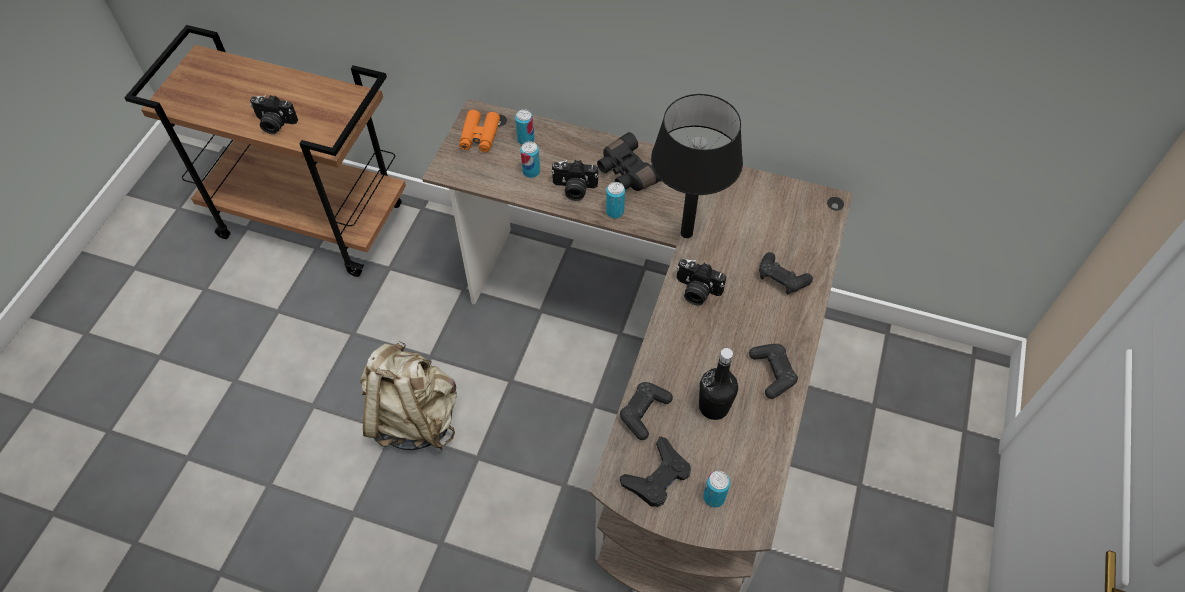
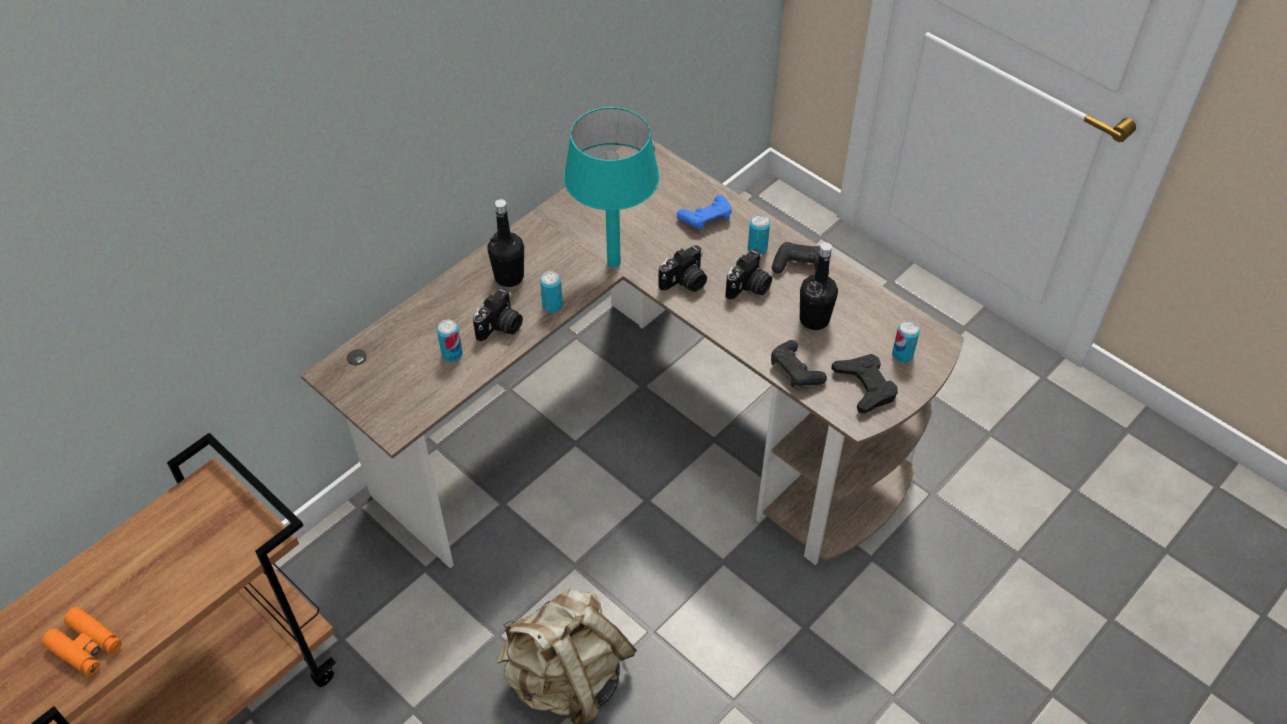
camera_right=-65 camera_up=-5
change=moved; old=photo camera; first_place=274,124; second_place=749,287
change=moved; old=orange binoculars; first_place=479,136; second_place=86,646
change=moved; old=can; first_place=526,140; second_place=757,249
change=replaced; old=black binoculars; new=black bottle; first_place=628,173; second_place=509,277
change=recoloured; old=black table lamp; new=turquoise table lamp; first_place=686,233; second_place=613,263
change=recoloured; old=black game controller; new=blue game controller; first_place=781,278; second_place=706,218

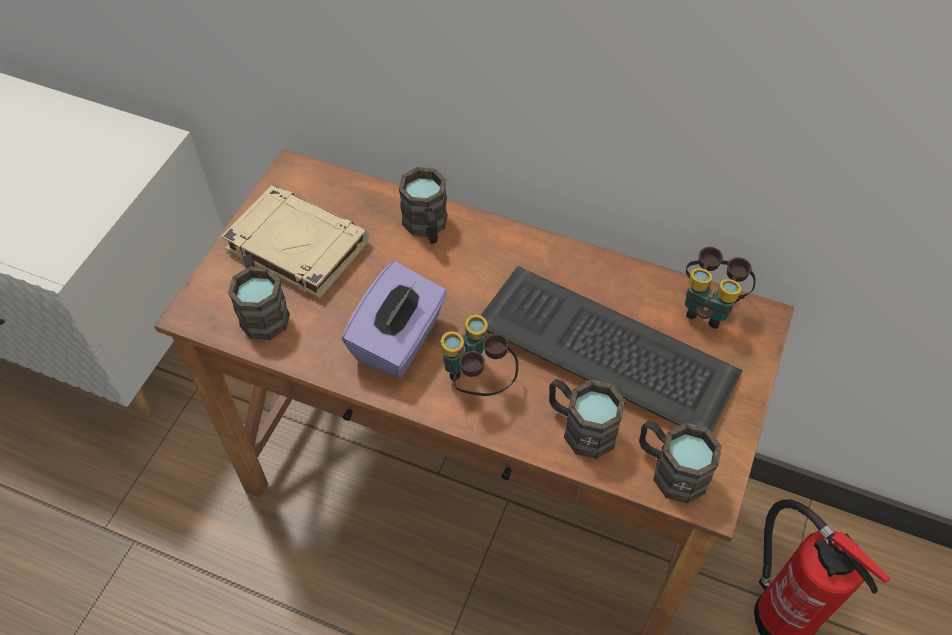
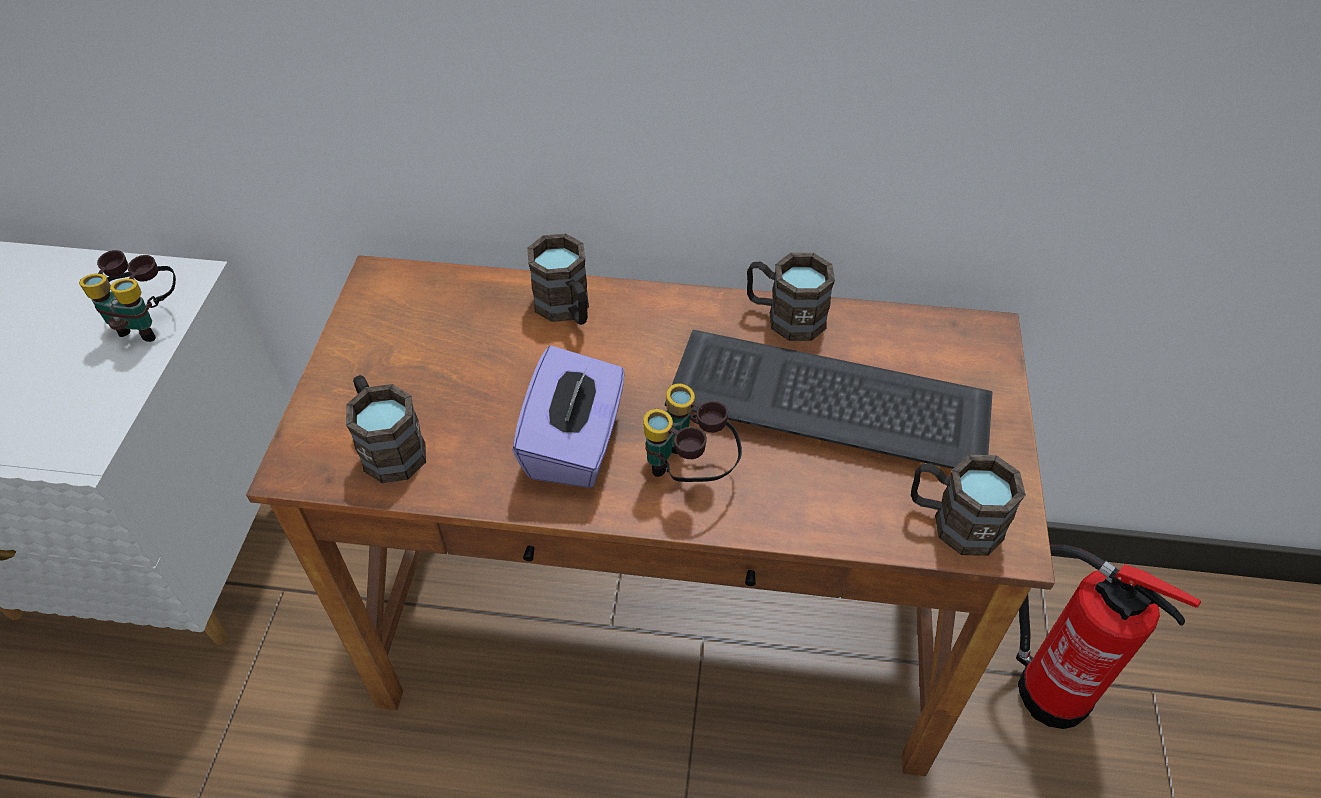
camera_right=-15 camera_up=-5
change=removed; old=beige book; first_place=296,246
change=moved; old=brown mug; first_place=580,427; second_place=784,317
change=moved; old=binoculars; first_place=708,306; second_place=149,321

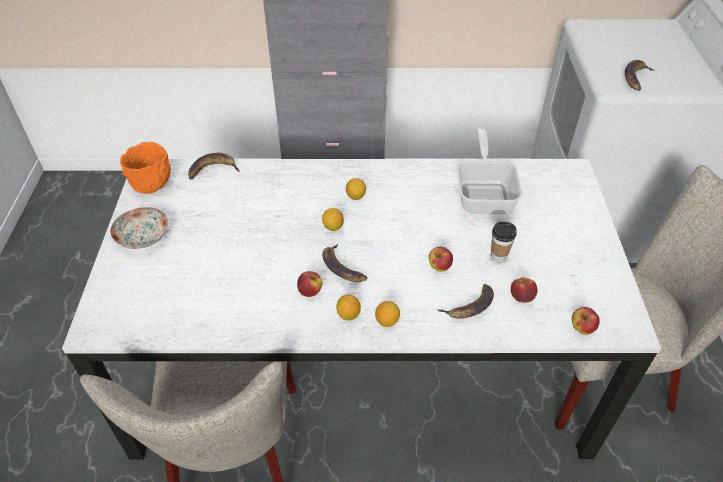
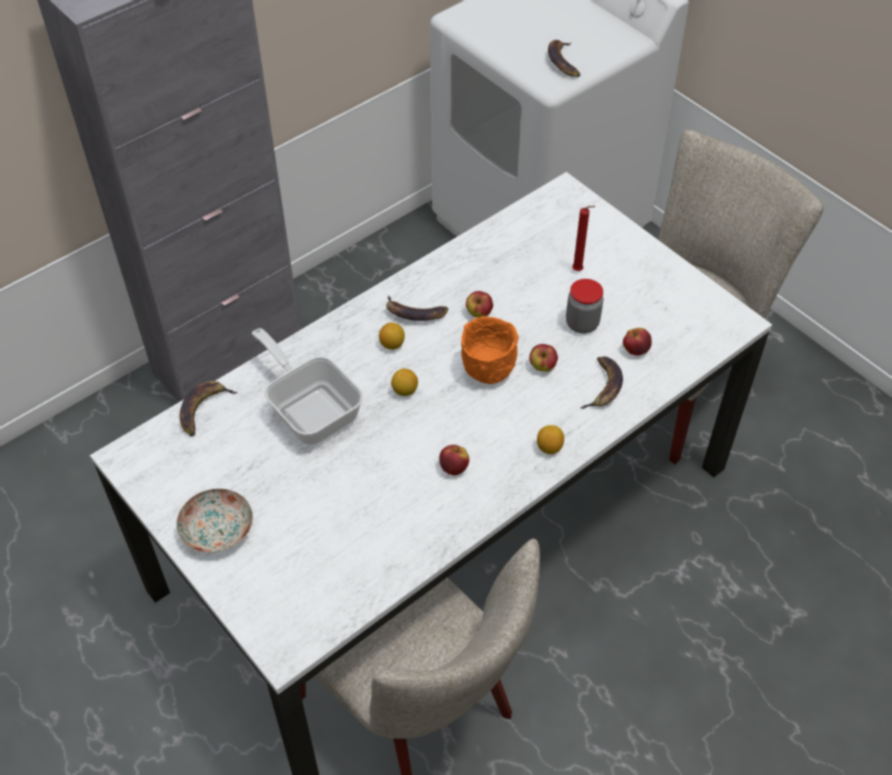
camera_right=-40 camera_up=5
change=moved; old=orange bowl; first_place=153,186; second_place=489,369
change=moved; old=banana; first_place=341,267; second_place=414,313
change=removed; old=lemon; first_place=348,315
change=moved; old=frying pan; first_place=484,194; second_place=310,408
change=replaced; old=cup; new=jar; first_place=498,257; second_place=582,323
change=moved; old=apple; first_place=582,328; second_place=479,313
change=added; new=red candle; second_place=579,271

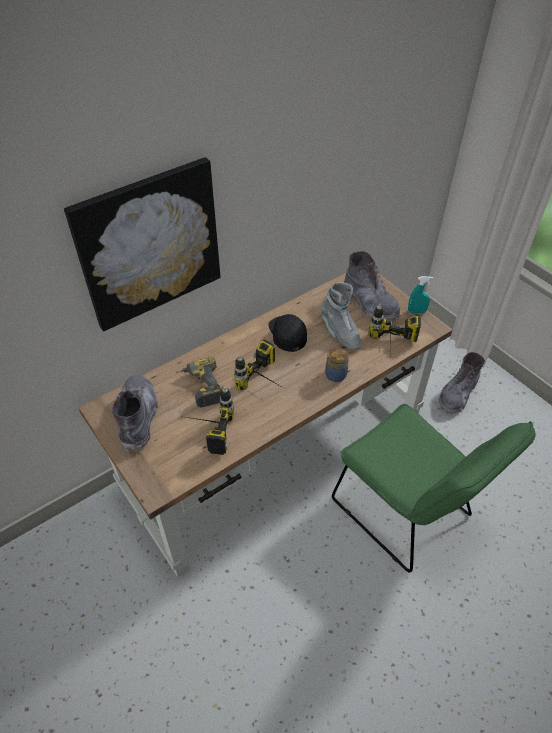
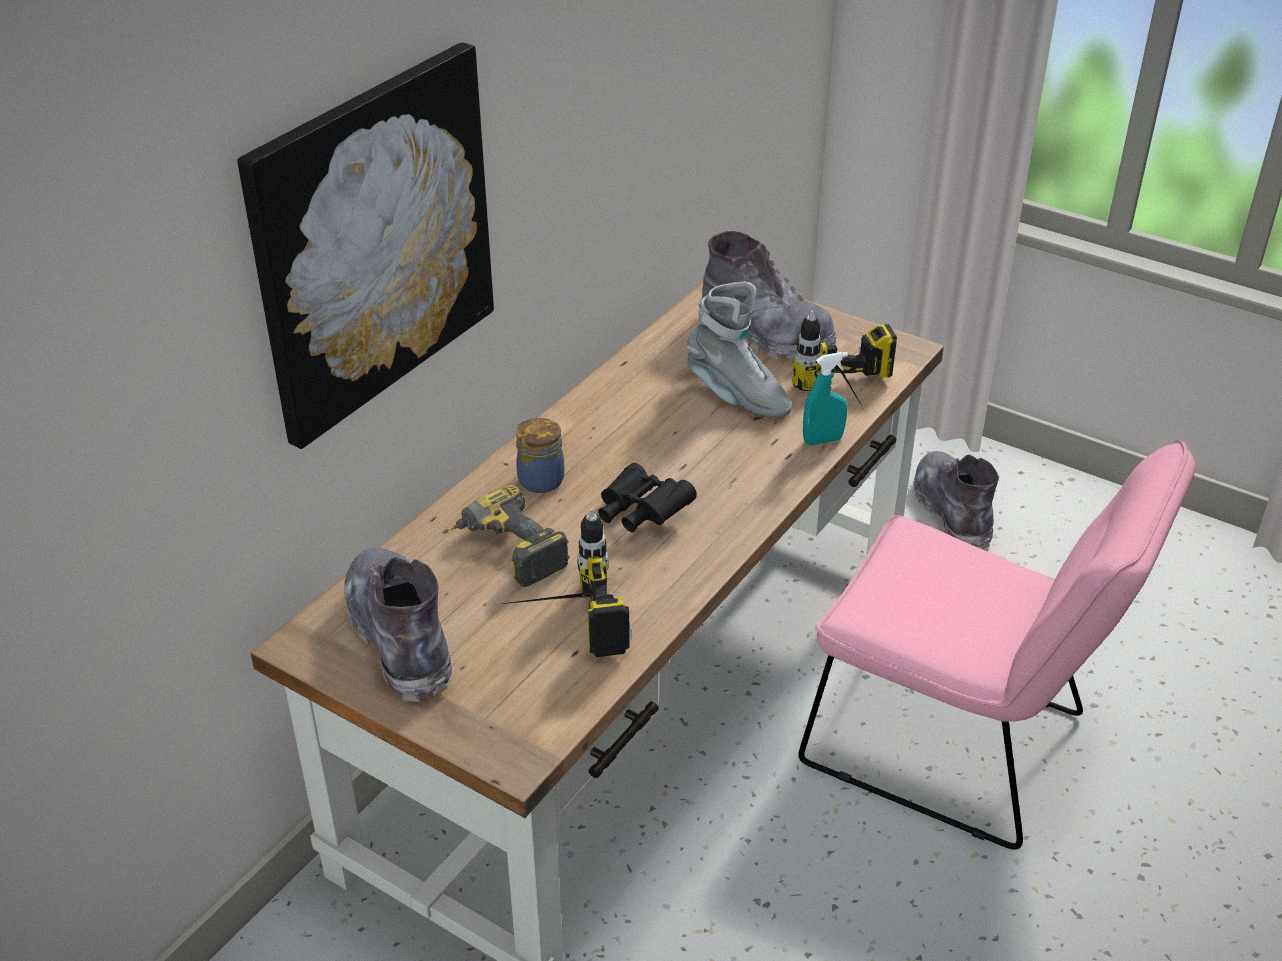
camera_right=-20 camera_up=-10
change=replaced; old=power drill; new=black binoculars; first_place=267,383; second_place=641,513
change=removed; old=black cap; first_place=287,333
change=moved; old=jar; first_place=335,374; second_place=539,479
change=recoloured; old=green chair; new=pink chair; first_place=407,514; second_place=961,747
change=moved; old=turquoise spray bottle; first_place=416,311; second_place=823,440
change=turned; old=grey boot; first_place=457,394; second_place=952,512; degrees=150

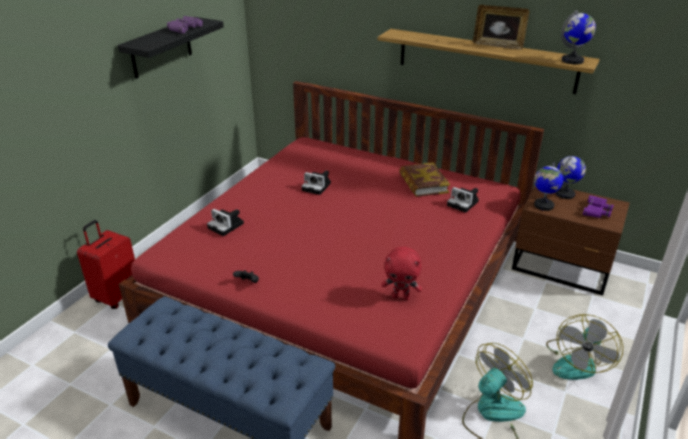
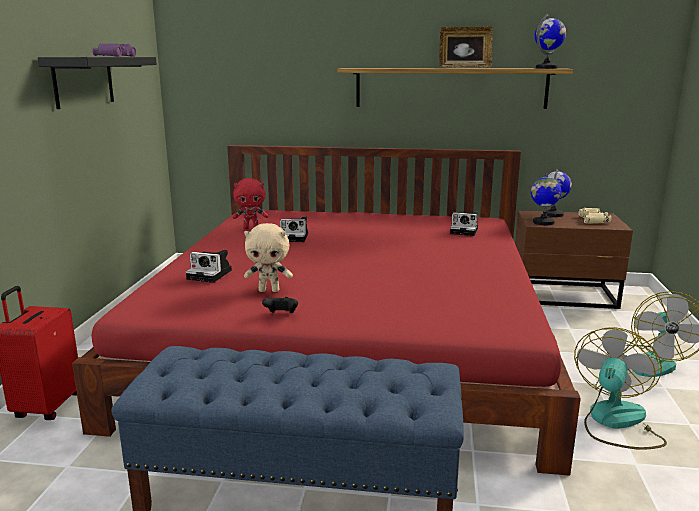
camera_right=-20 camera_up=-15
change=moved; old=red plush toy; first_place=401,297; second_place=251,228
change=removed; old=book; first_place=423,183
change=recoloured; old=purple binoculars; new=beige binoculars; first_place=596,210; second_place=593,220
change=added; new=beige plush toy; second_place=269,290

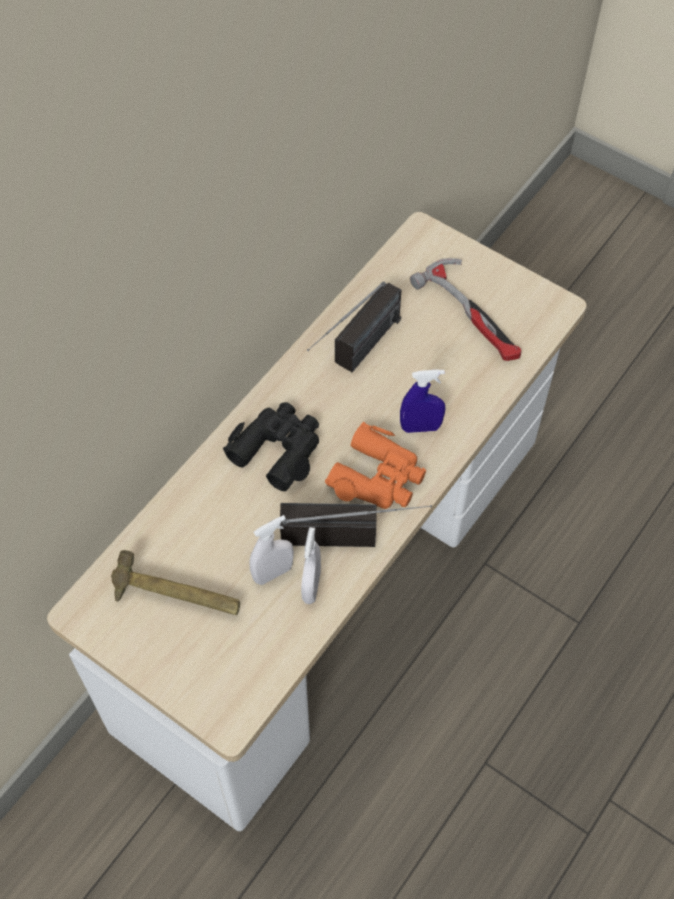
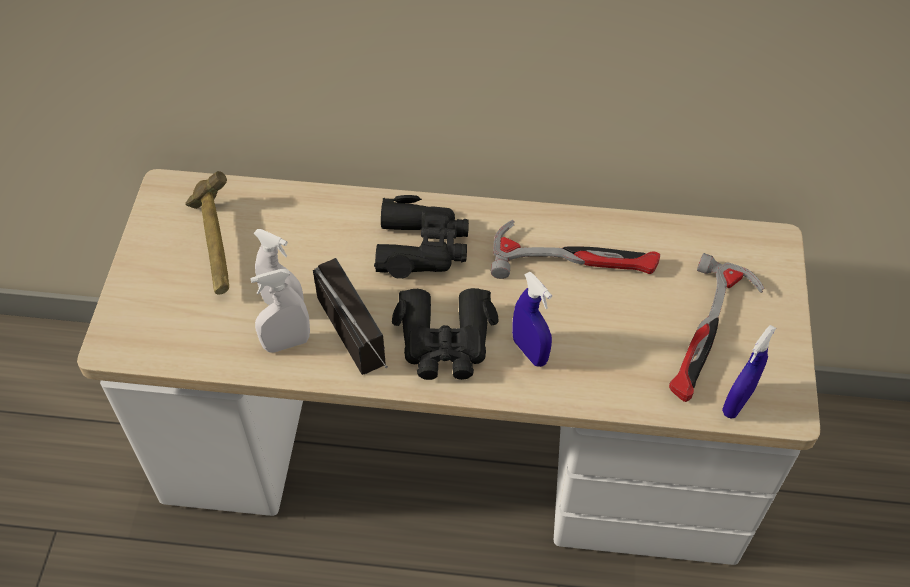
camera_right=60 camera_up=-5
change=replaced; old=radio; new=hammer; first_place=356,356; second_place=575,258
change=recoloured; old=orange binoculars; new=black binoculars; first_place=378,477; second_place=445,341
change=added; new=blue spray bottle; second_place=737,402

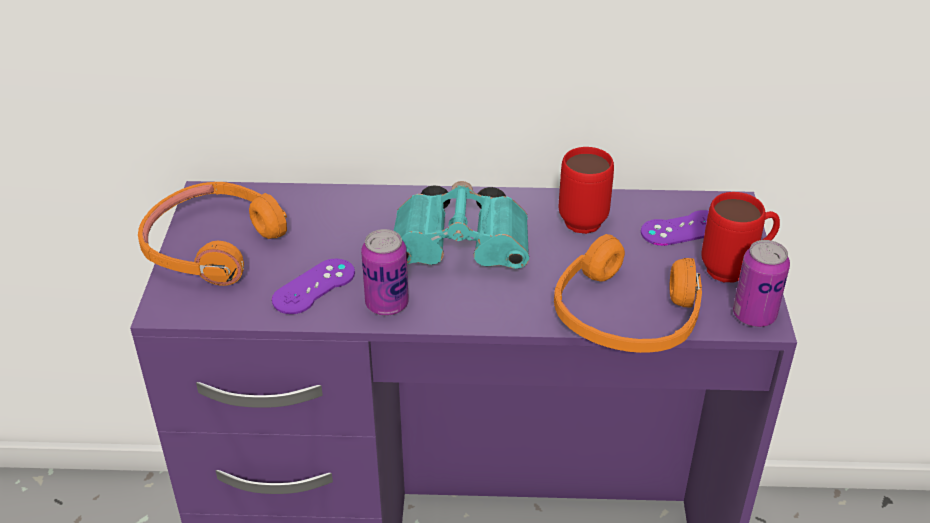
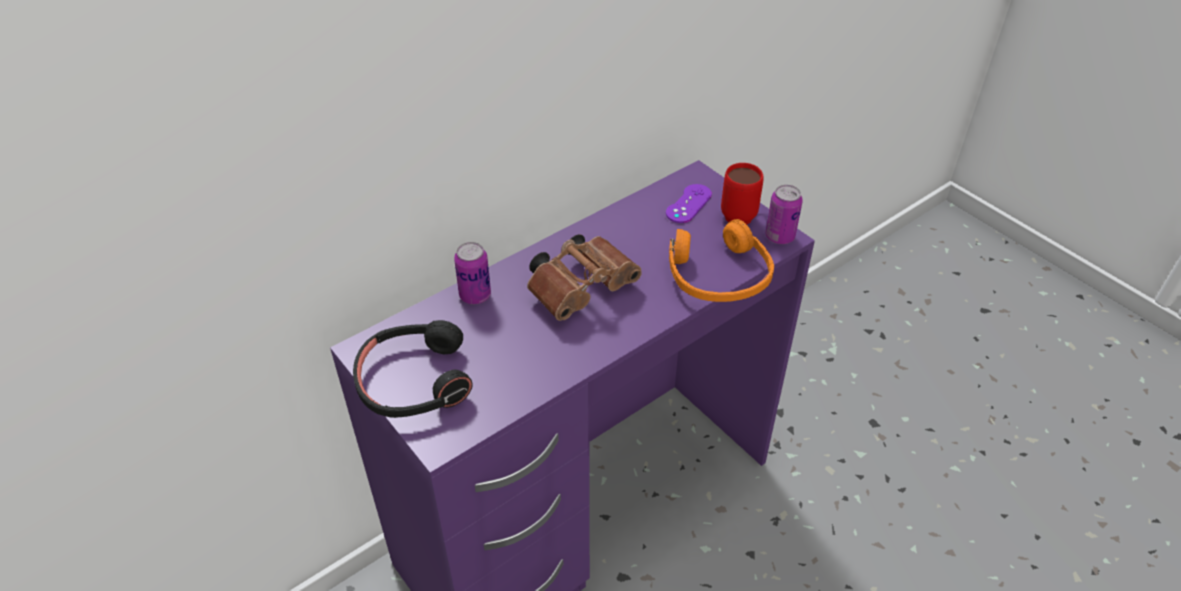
camera_right=-40 camera_up=5
change=recoloured; old=orange headphones; new=black headphones; first_place=213,245; second_place=414,381
change=removed; old=purple game controller; first_place=314,287
change=moved; old=can; first_place=387,304; second_place=475,295
change=recoloured; old=turquoise binoculars; new=brown binoculars; first_place=464,250; second_place=583,288
change=removed; old=red mug; first_place=579,217

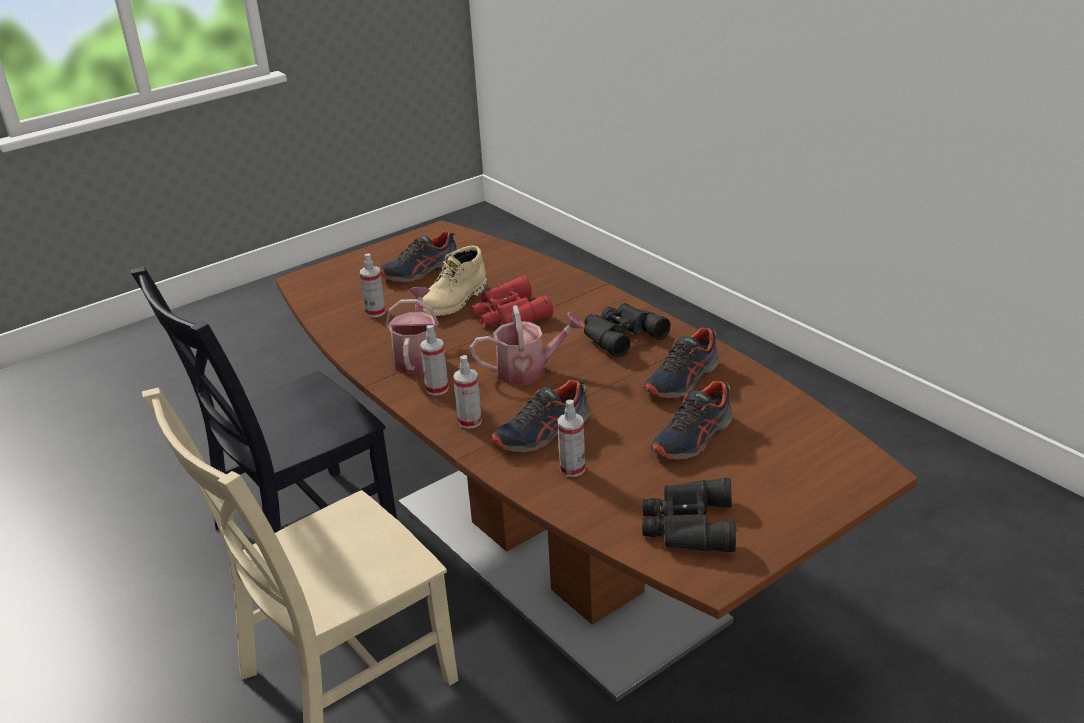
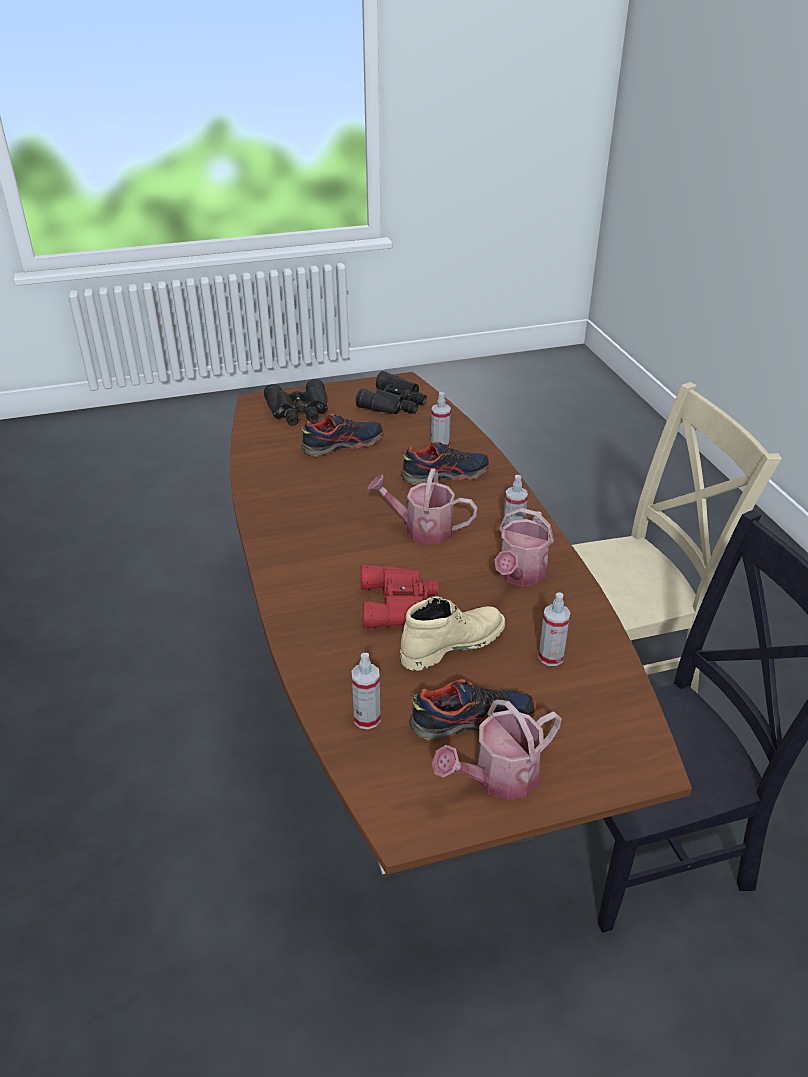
camera_right=-160 camera_up=5
change=moved; old=spray bottle; first_place=470,421; second_place=367,718
change=moved; old=black binoculars; first_place=619,335; second_place=299,411
change=removed; old=shoe; first_place=682,380
change=added; new=watering can; second_place=498,778

